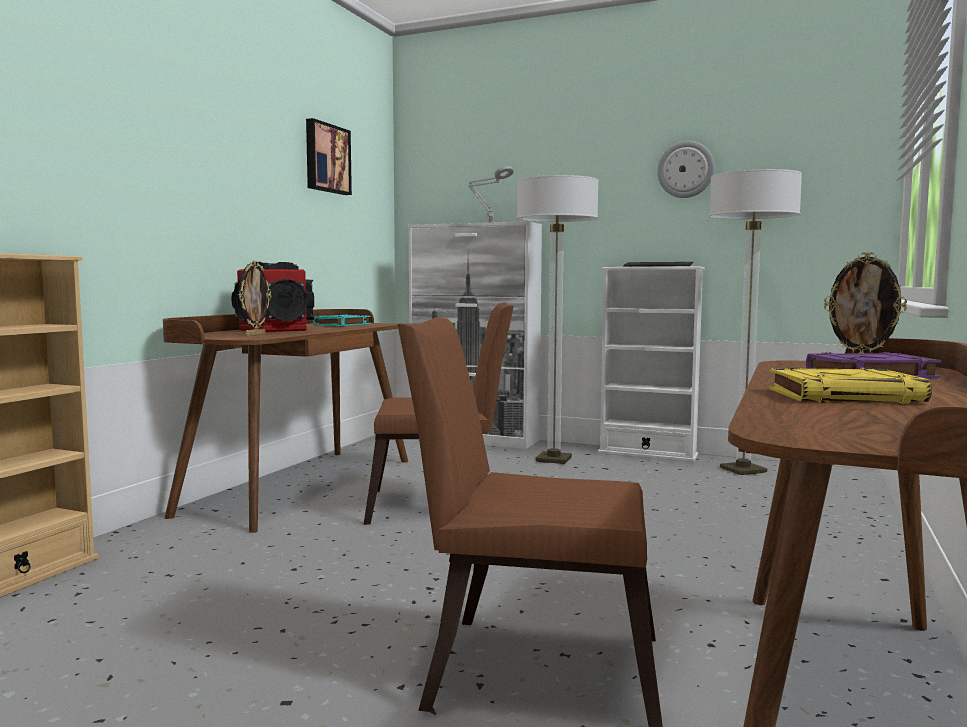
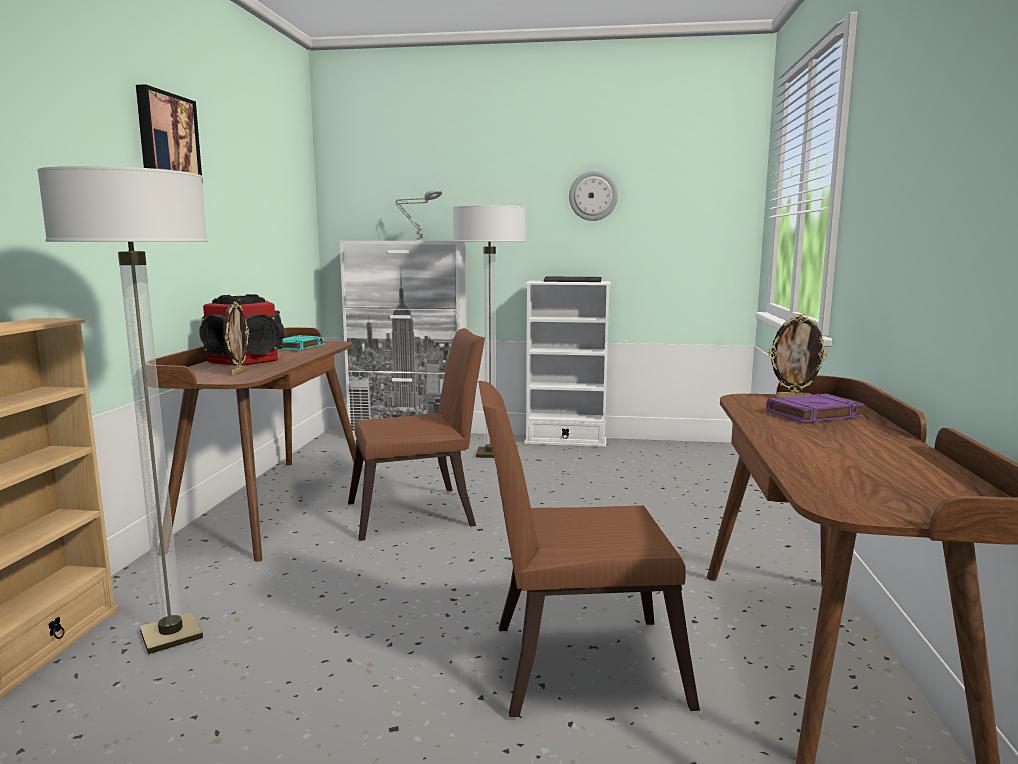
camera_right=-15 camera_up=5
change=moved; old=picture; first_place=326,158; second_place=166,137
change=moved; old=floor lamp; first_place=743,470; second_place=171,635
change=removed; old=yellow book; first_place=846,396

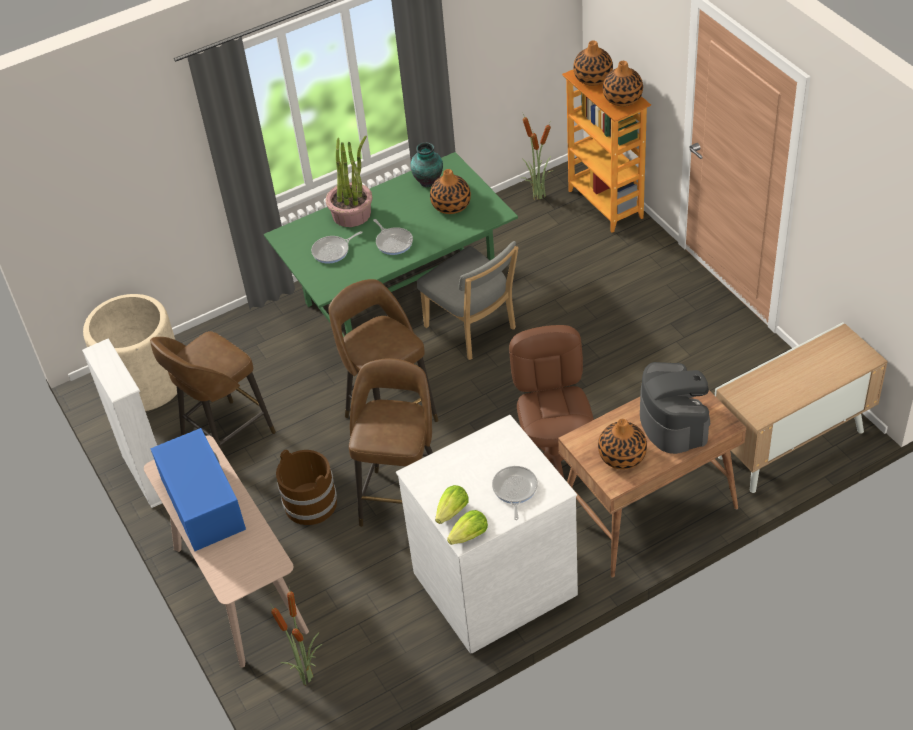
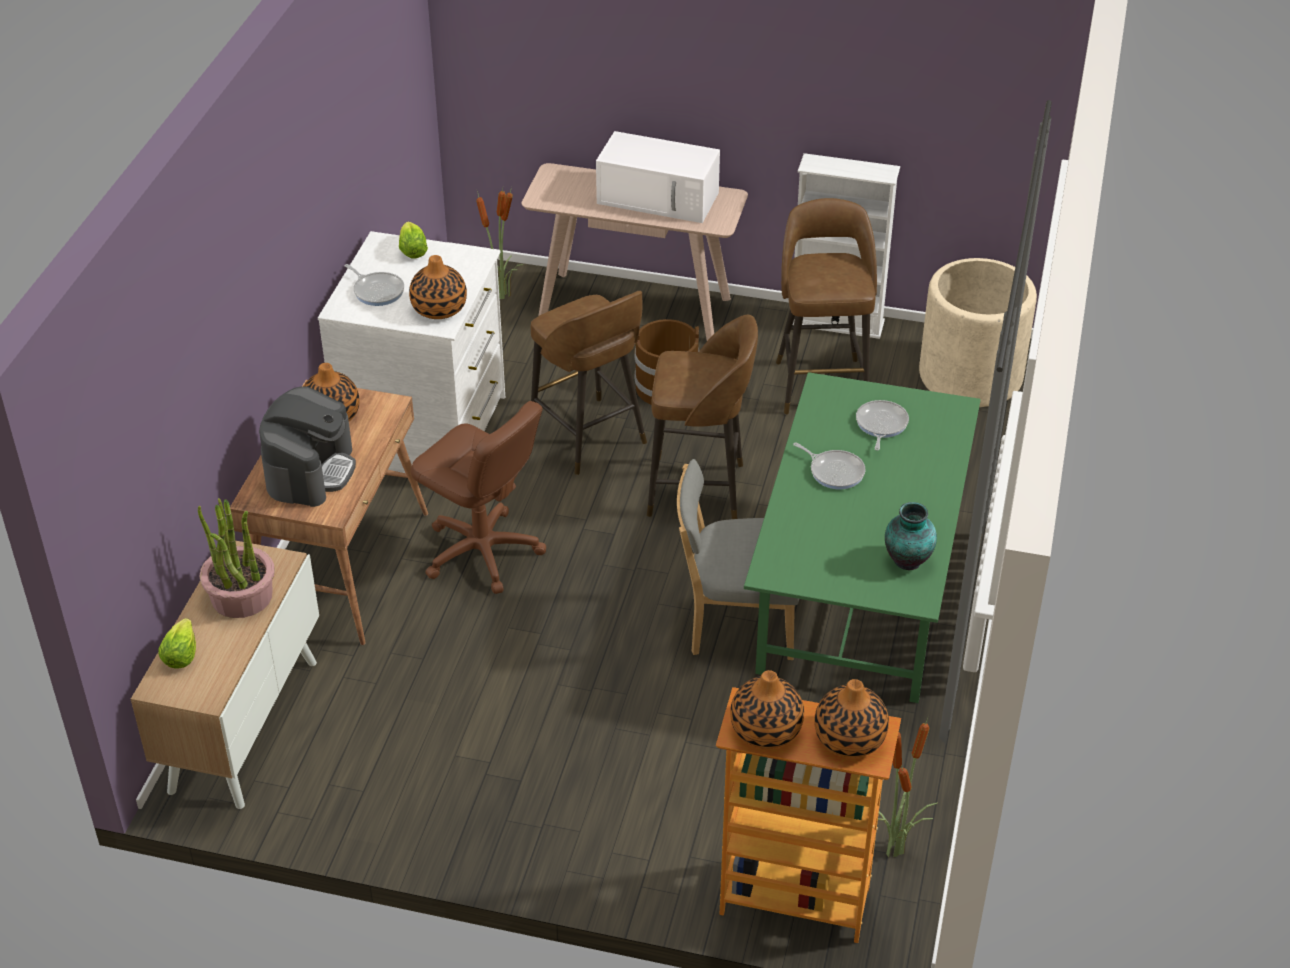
camera_right=130 camera_up=-5
change=recoloured; old=blue microwave; new=white microwave; first_place=201,502; second_place=659,198
change=moved; old=potted plant; first_place=352,214; second_place=241,596
change=turned; old=frying pan; first_place=393,242; second_place=834,471; degrees=-150
change=moved; old=vase; first_place=451,205; second_place=439,308
change=moved; old=lettuce; first_place=469,536; second_place=181,656
change=turned; old=coffee machine; first_place=673,422; second_place=310,471; degrees=-105

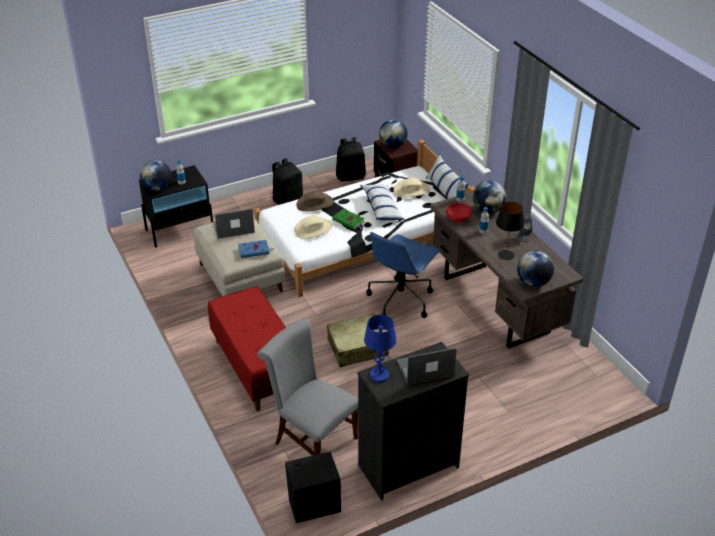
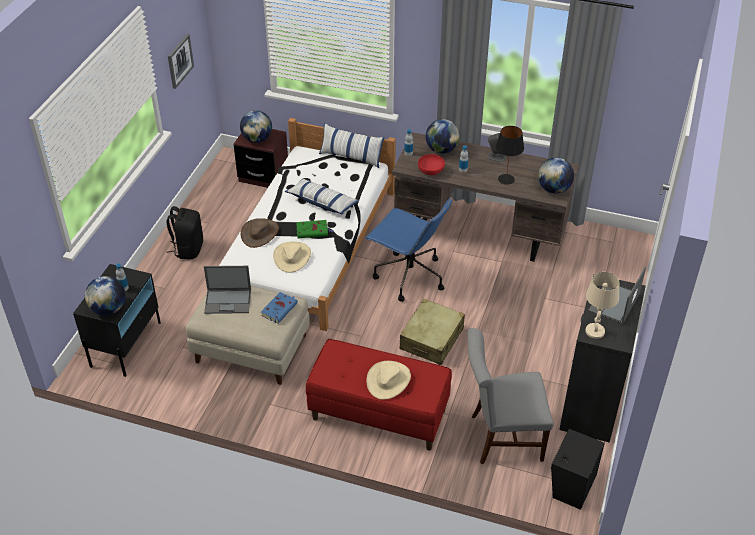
camera_right=-45 camera_up=5
change=turned; old=laptop; first_place=233,228; second_place=228,301; degrees=-120
change=removed; old=black backpack; first_place=351,176
change=recoloured; old=blue table lamp; new=beige table lamp; first_place=379,375; second_place=594,331
change=turned; old=blue office chair; first_place=400,299; second_place=408,276; degrees=-45
change=moved; old=beige hat; first_place=411,190; second_place=388,380
change=added; new=picture; second_place=179,61

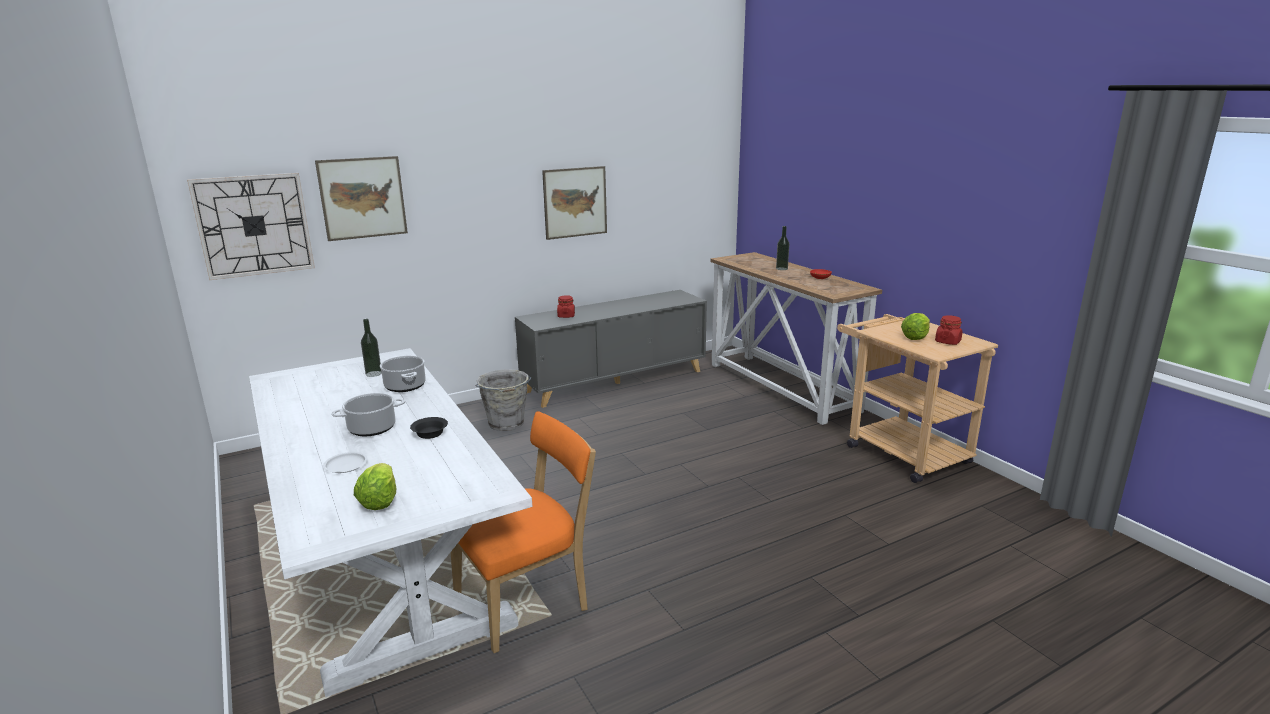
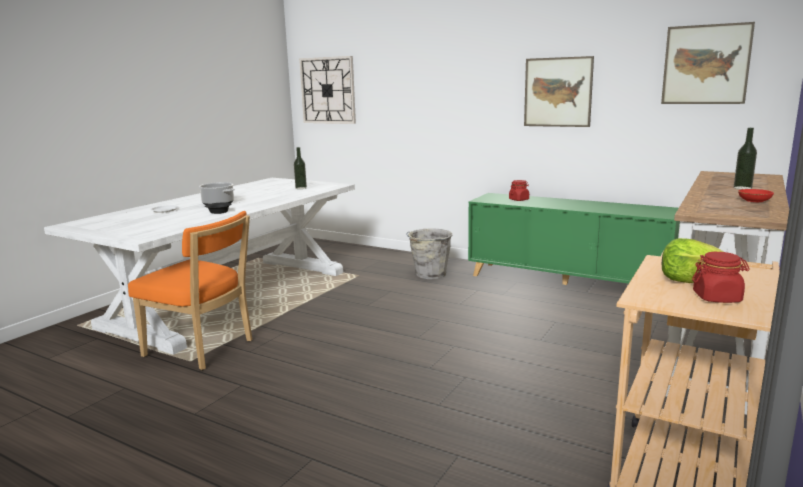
camera_right=60 camera_up=-5
change=moved; old=picture; first_place=363,198; second_place=706,64
change=removed; old=lettuce; first_place=379,501
change=removed; old=cooking pot; first_place=405,386
change=recoloured; old=grey cabinet; new=green cabinet; first_place=615,381; second_place=567,282

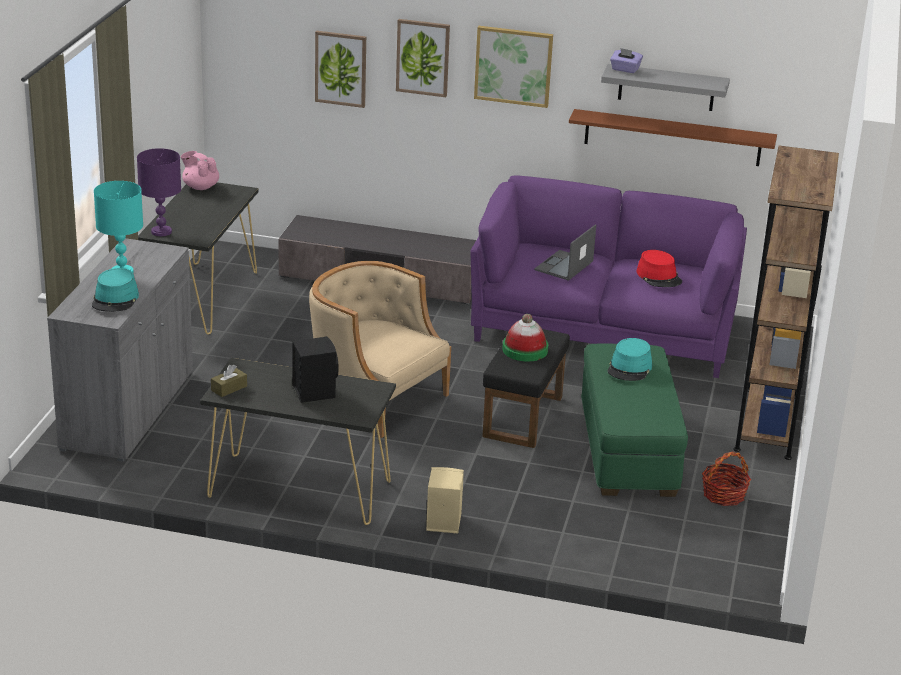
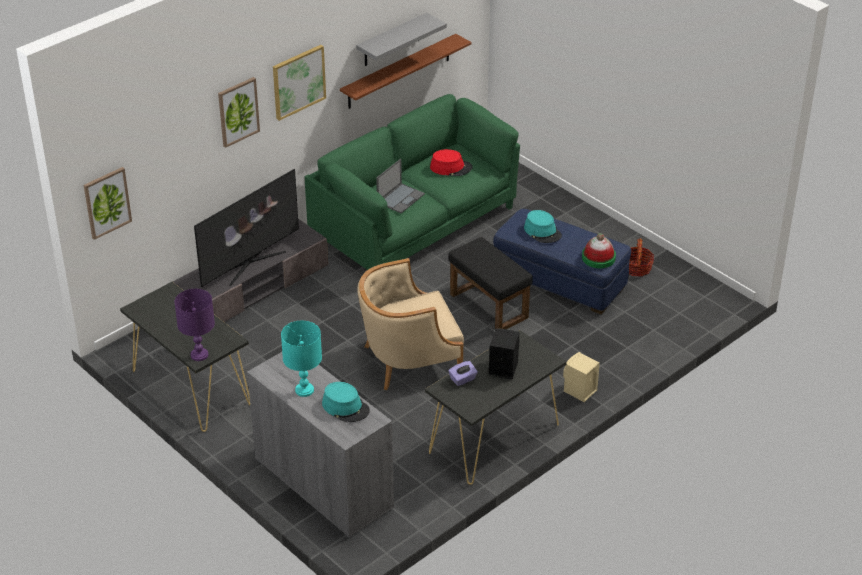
camera_right=-55 camera_up=10
change=removed; old=pink teapot; first_place=200,187
change=removed; old=brown tissue box; first_place=229,388
change=moved; old=picture; first_place=341,68; second_place=107,202
change=recoloured; old=purple sofa; new=green sofa; first_place=604,329; second_place=414,224
change=moved; old=hat; first_place=525,350; second_place=598,258
change=turned; old=laptop; first_place=563,266; second_place=401,198; degrees=-120
change=recoloured; old=green ottoman; new=blue ottoman; first_place=628,448; second_place=560,280
change=moved; old=purple tissue box; first_place=625,69; second_place=463,379
change=removed; old=brown bookcase; first_place=767,422
change=added; new=television; second_place=250,263

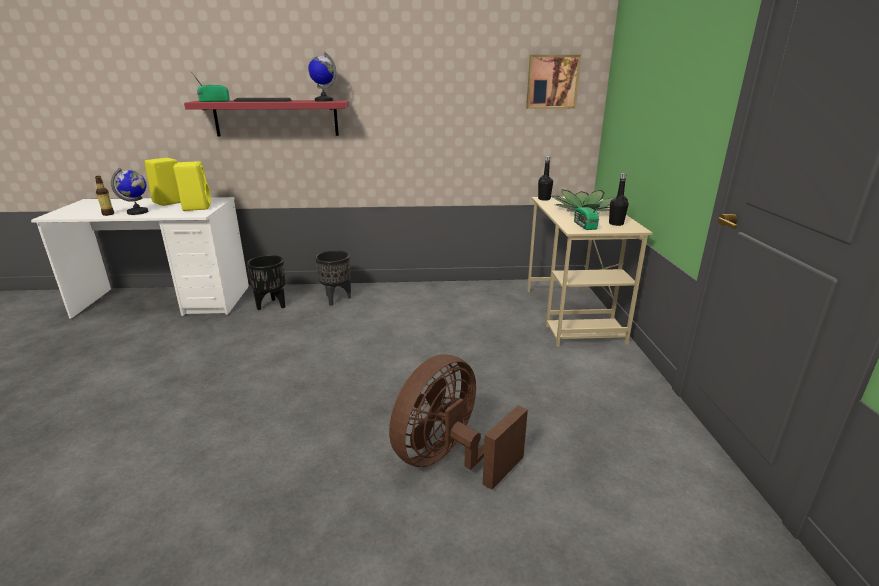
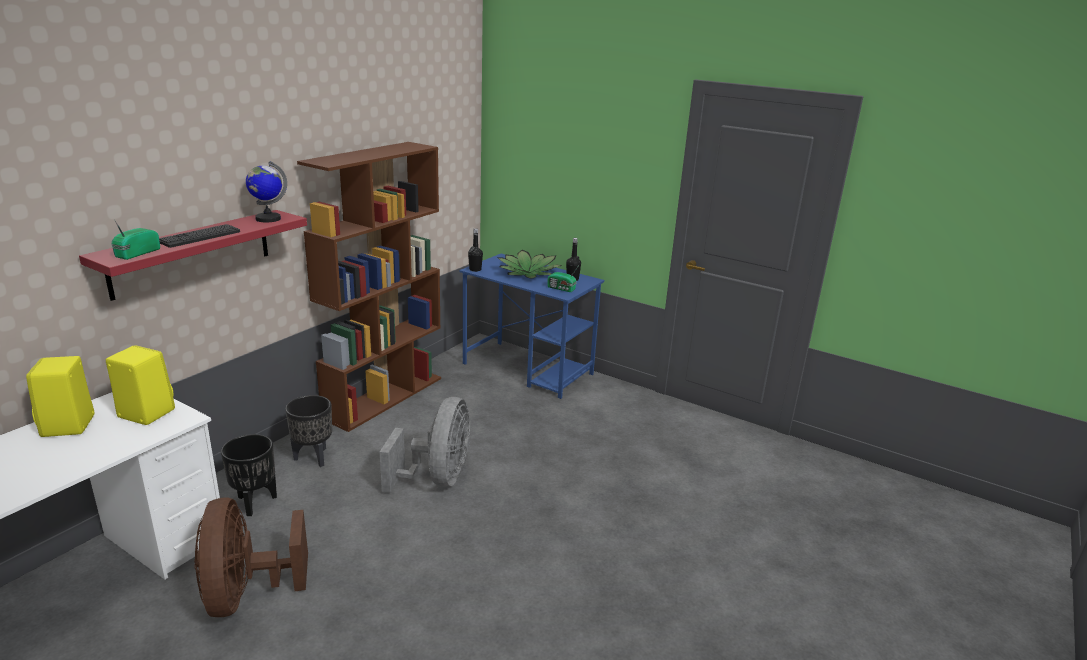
camera_right=-55 camera_up=0
change=removed; old=bottle; first_place=108,214
change=removed; old=globe; first_place=138,212
change=moved; old=brown fan; first_place=449,459; second_place=246,594
change=removed; old=picture; first_place=552,82
change=recoloured; old=beige desk; new=blue desk; first_place=572,315; second_place=528,369
change=added; new=brown bookcase; second_place=384,397
change=added; new=grey fan; second_place=438,478

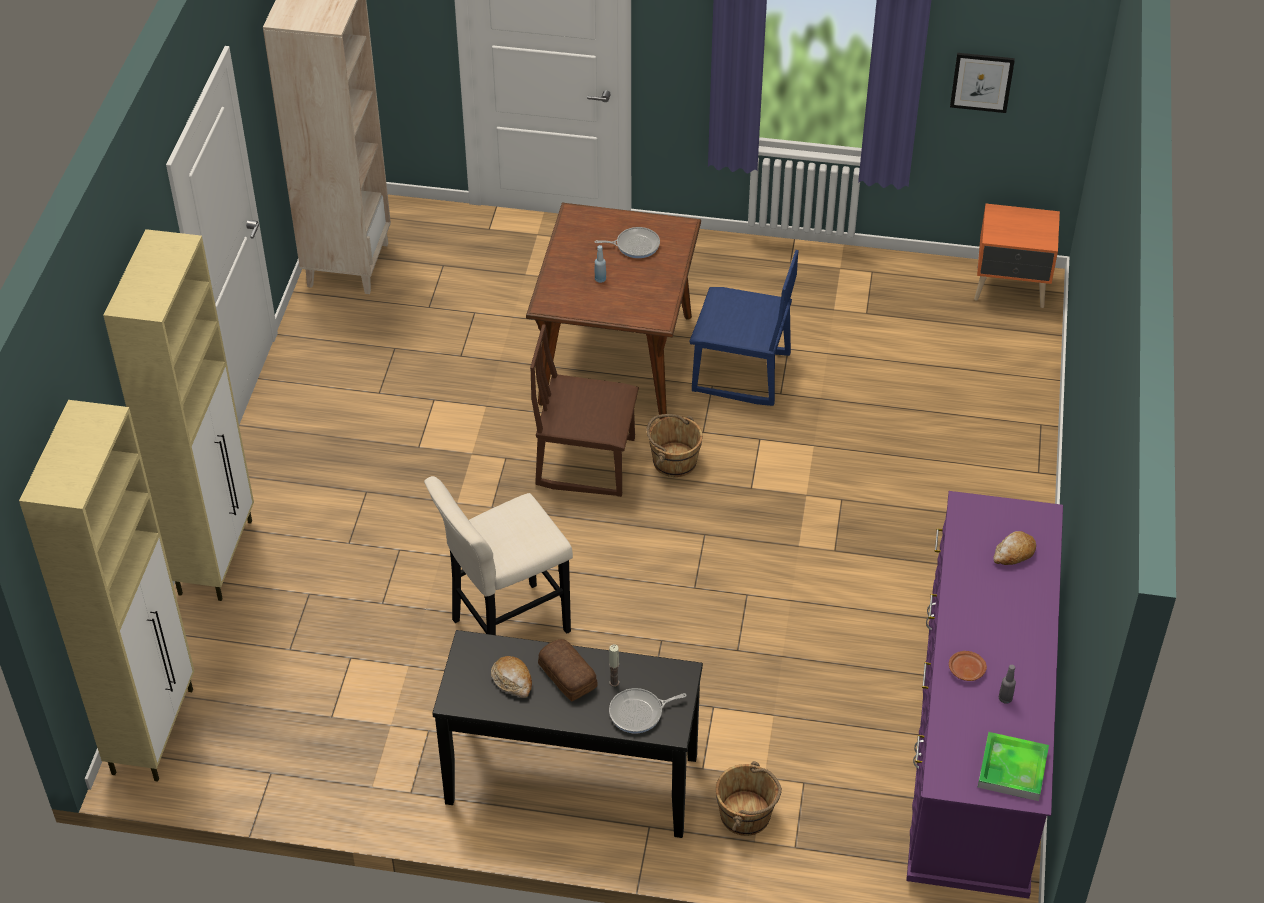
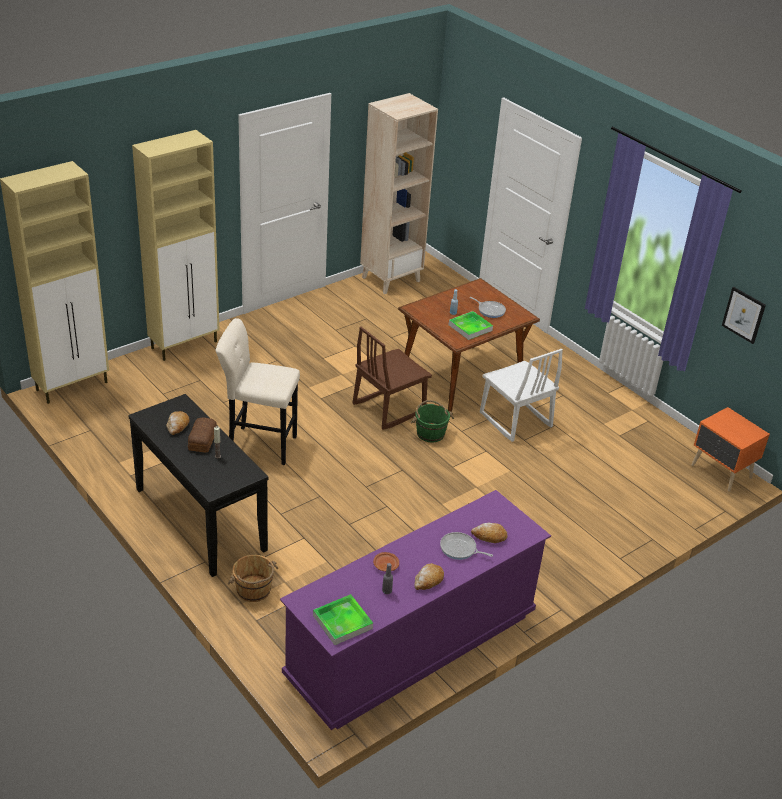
camera_right=40 camera_up=-10
change=turned; old=brown chair; first_place=586,461; second_place=388,408; degrees=-90
change=moved; old=frying pan; first_place=639,713; second_place=460,549
change=recoloured; old=brown bucket; new=green bucket; first_place=674,461; second_place=430,433
change=recoloured; old=blue chair; new=white chair; first_place=741,374; second_place=515,420
change=added; new=bread; second_place=428,581
change=added; new=tray; second_place=470,327

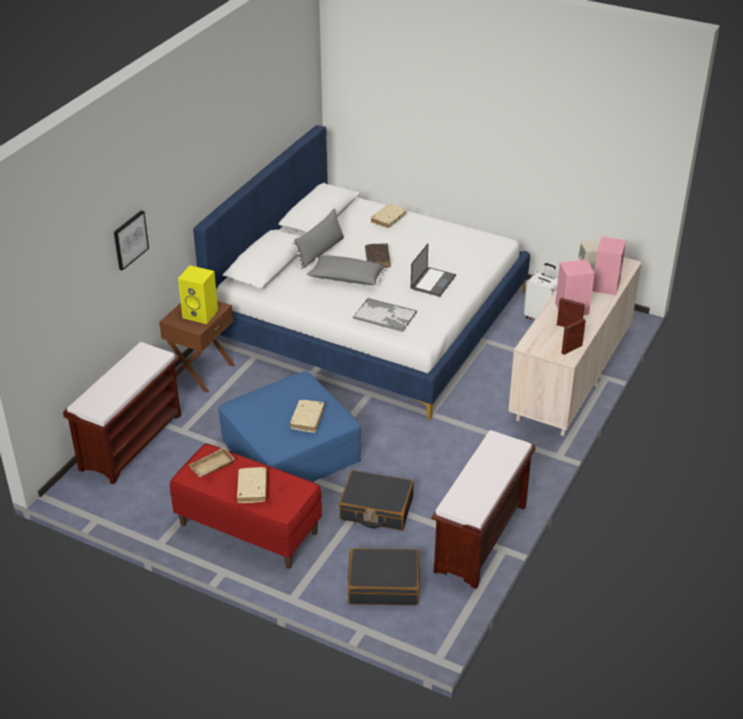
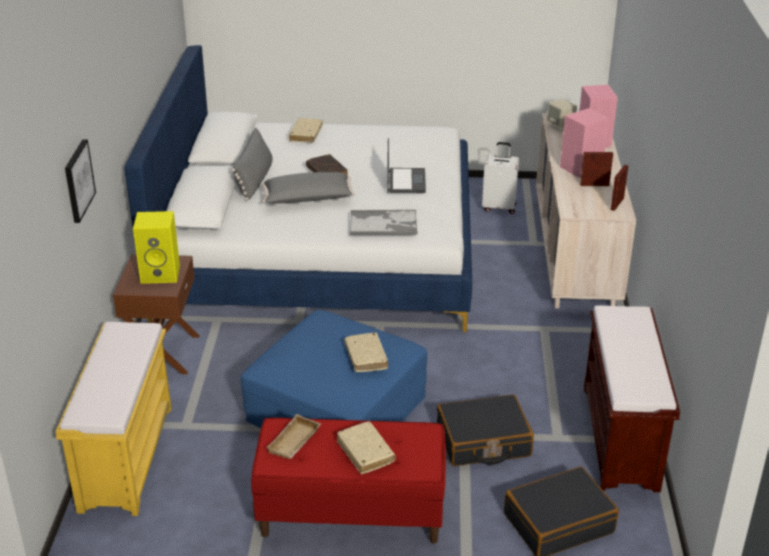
camera_right=-25 camera_up=-5
change=recoloured; old=brown bench; new=yellow bench; first_place=131,441; second_place=126,456

